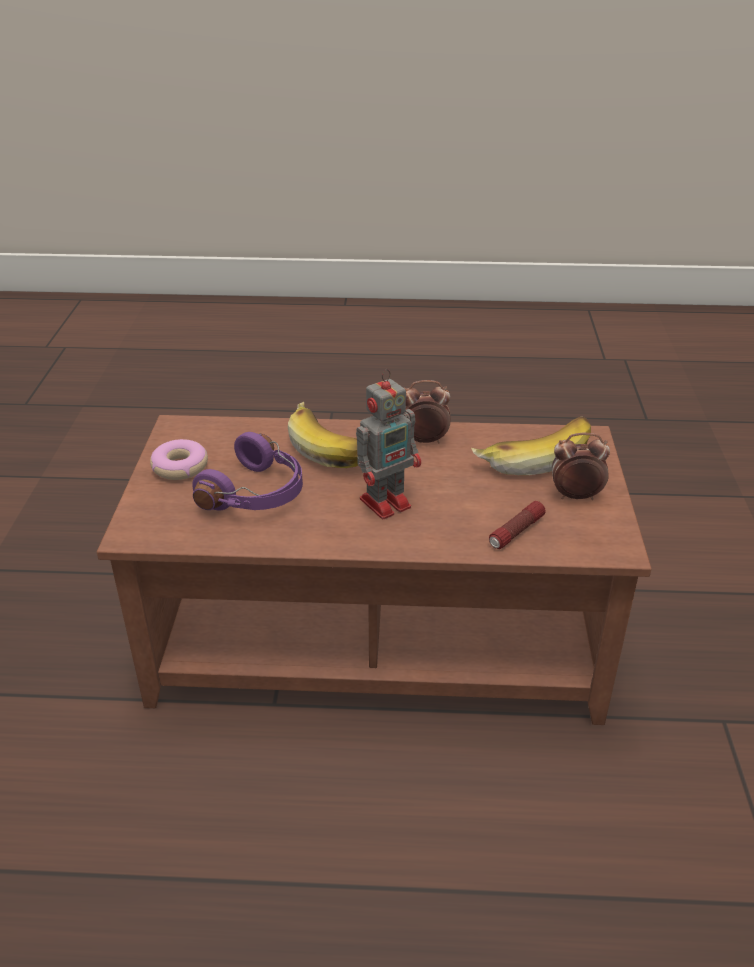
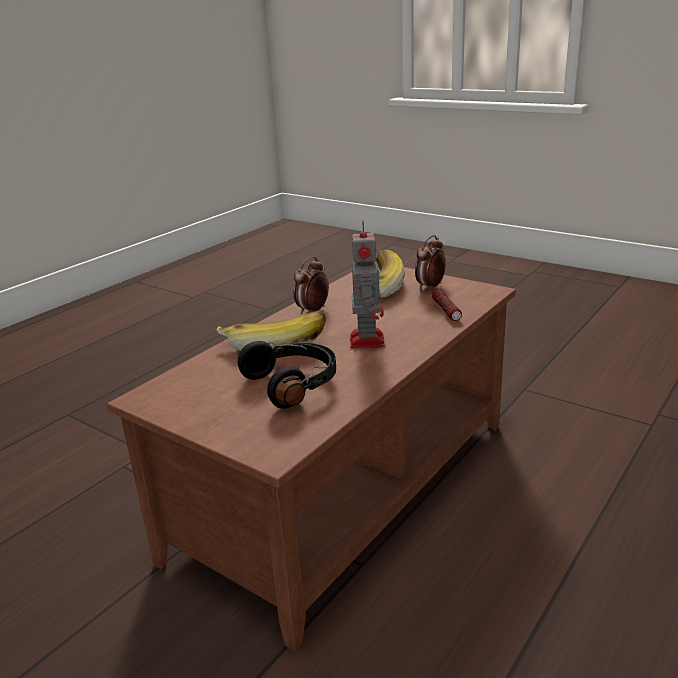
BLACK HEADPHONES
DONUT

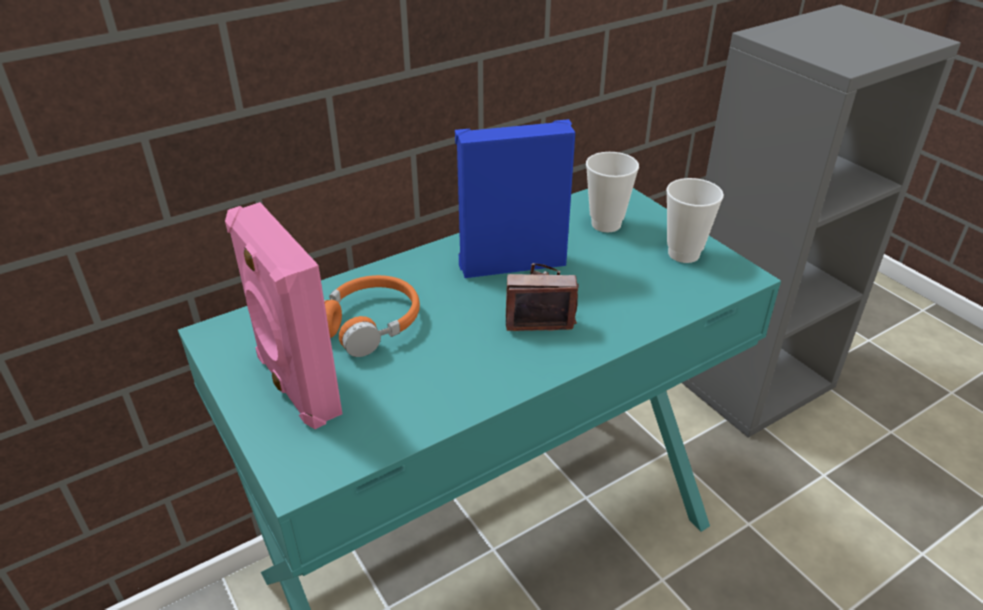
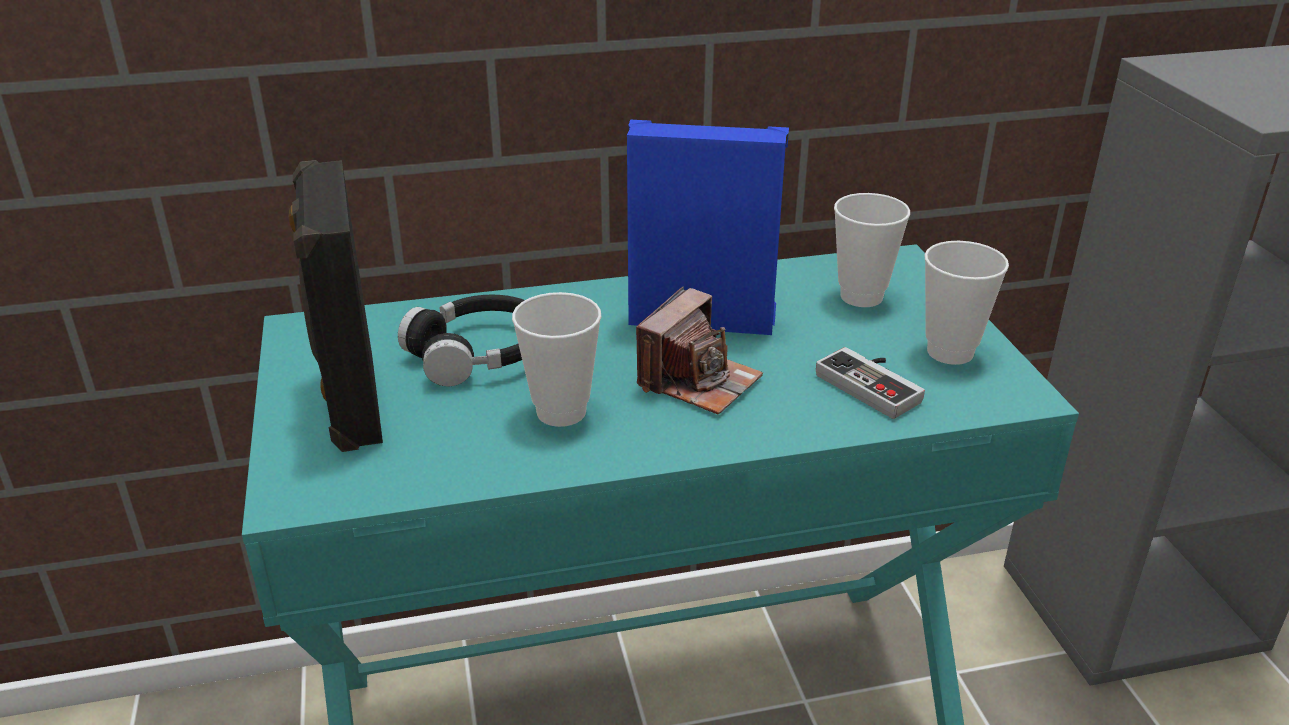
BLACK SPEAKER
PHOTO CAMERA
BLACK HEADPHONES
CUP (1st from left)
GAME CONTROLLER

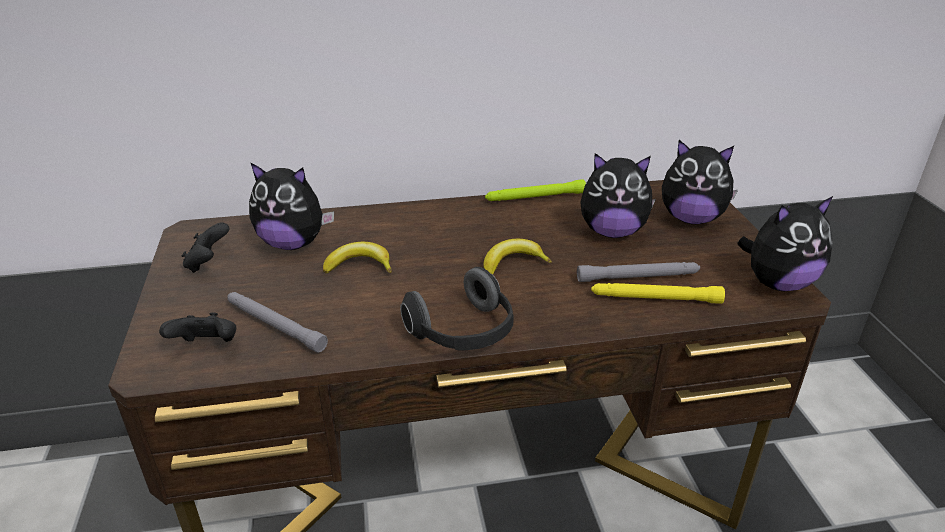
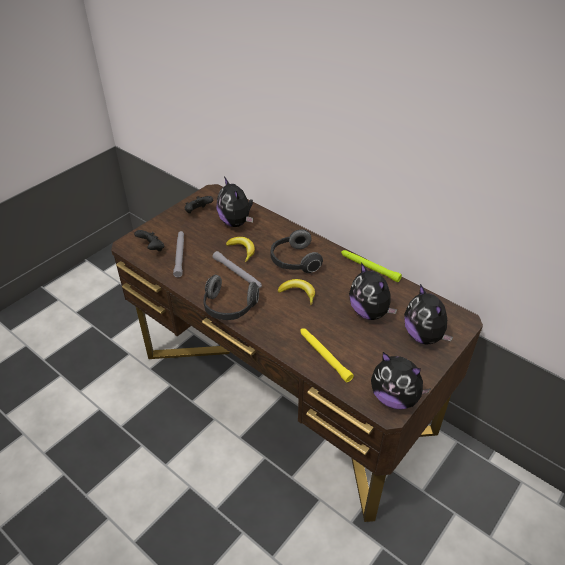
GREY FLASHLIGHT (2nd from left)
HEADPHONES (2nd from left)

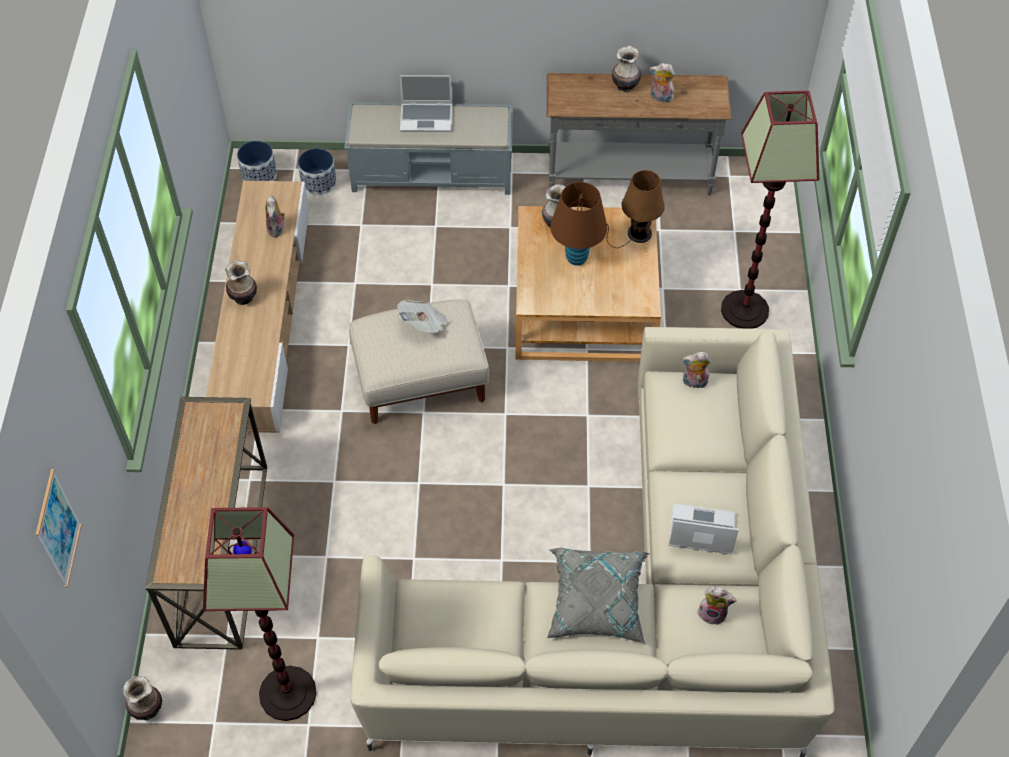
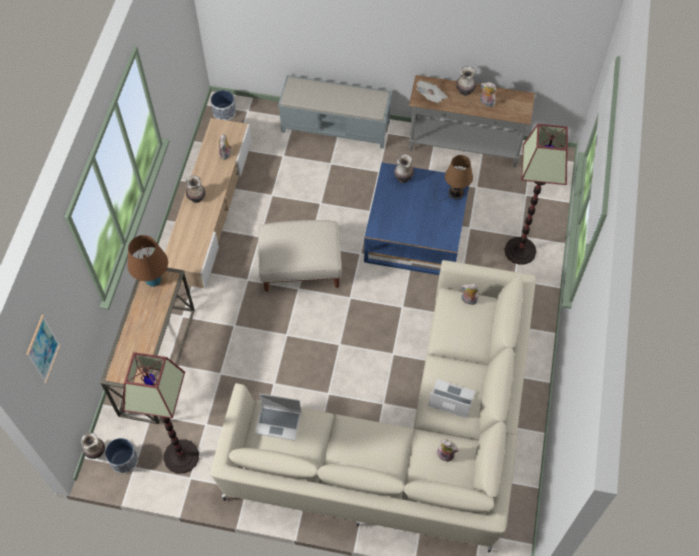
LAPTOP (1st from left)
PLANTER (1st from left)
BROWN TABLE LAMP (1st from left)
BLUE COFFEE TABLE
NEWSPAPER
GREY PILLOW

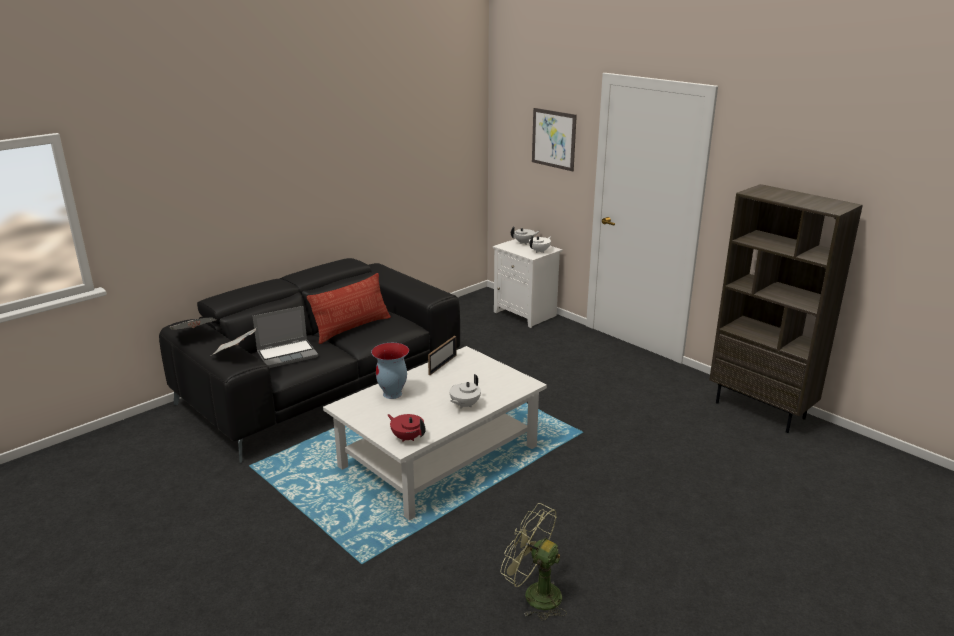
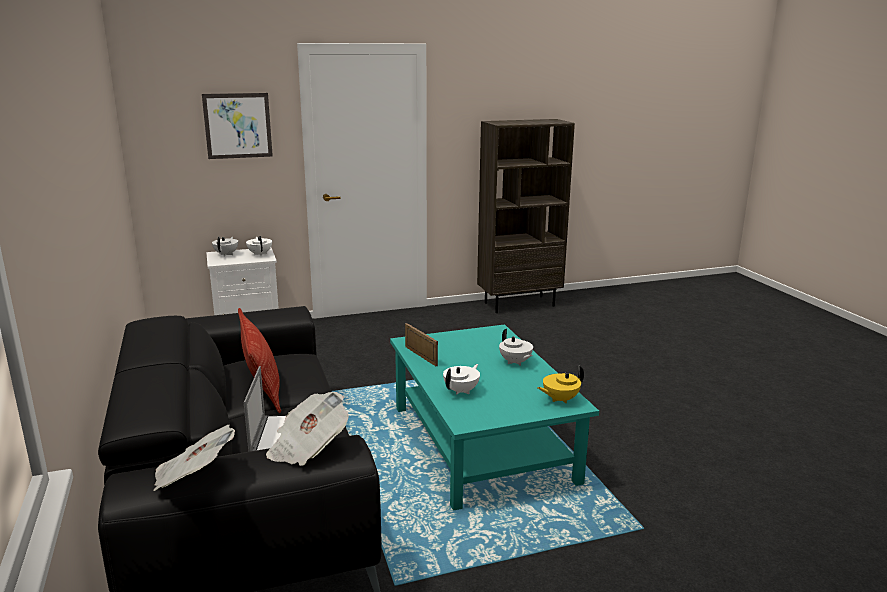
WHITE TEAPOT (3rd from left)
TURQUOISE COFFEE TABLE
YELLOW TEAPOT
GREEN FAN

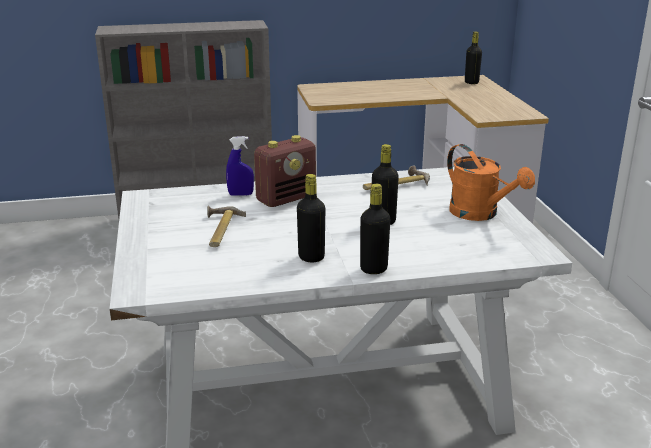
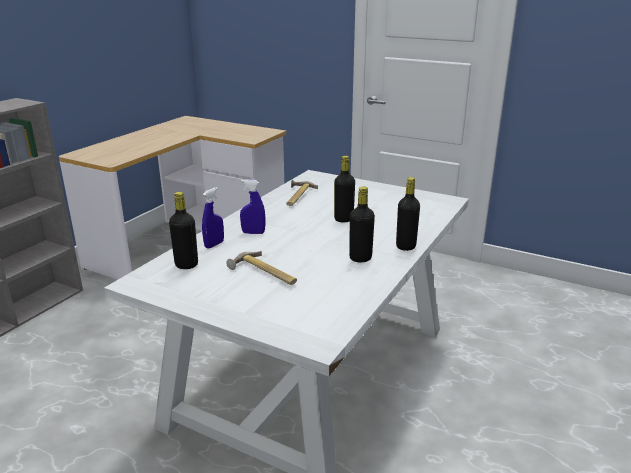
BLACK BOTTLE (1st from left)
BLUE SPRAY BOTTLE (2nd from left)
ORANGE WATERING CAN

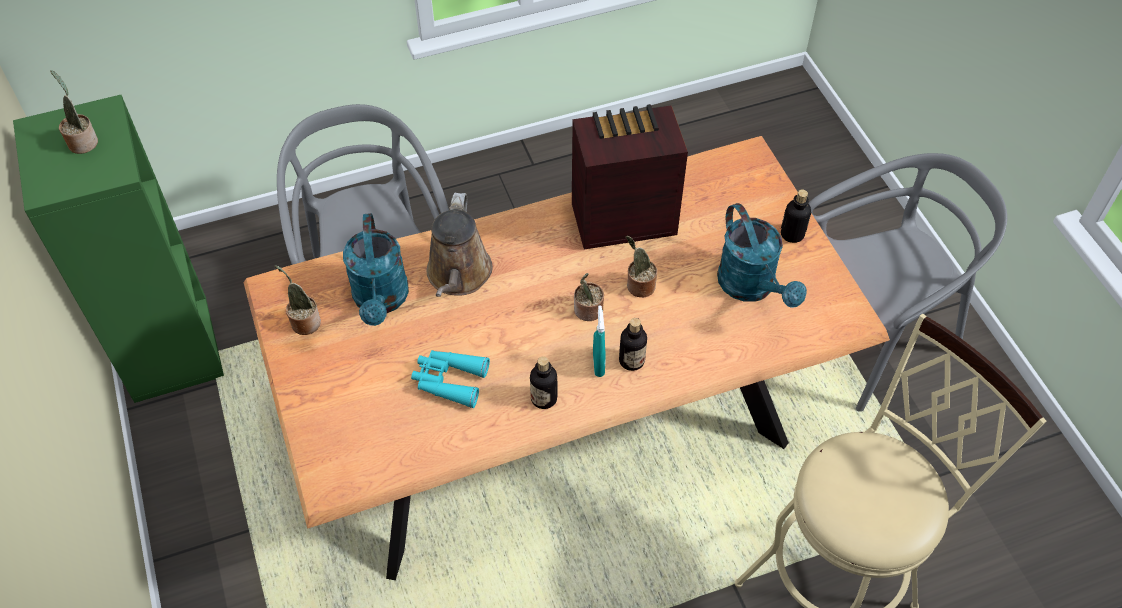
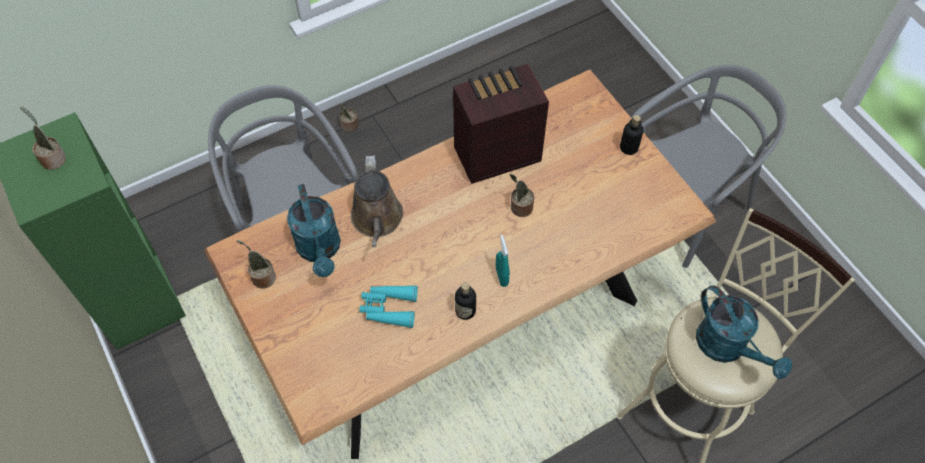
TURQUOISE WATERING CAN (2nd from left)
POTTED PLANT (3rd from left)
BOTTLE (2nd from left in the first image)

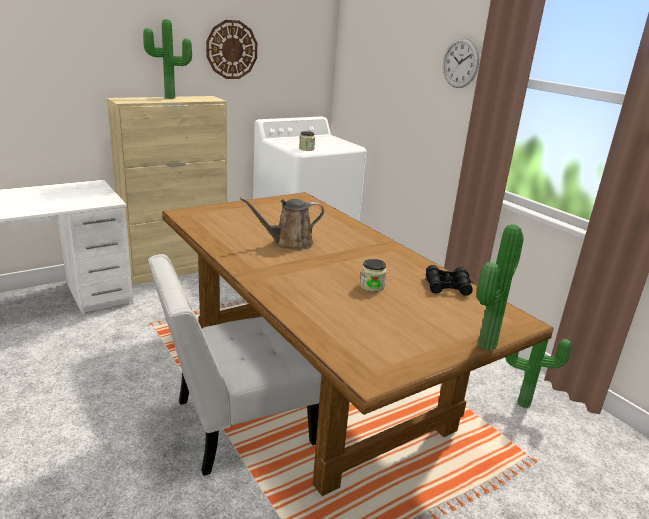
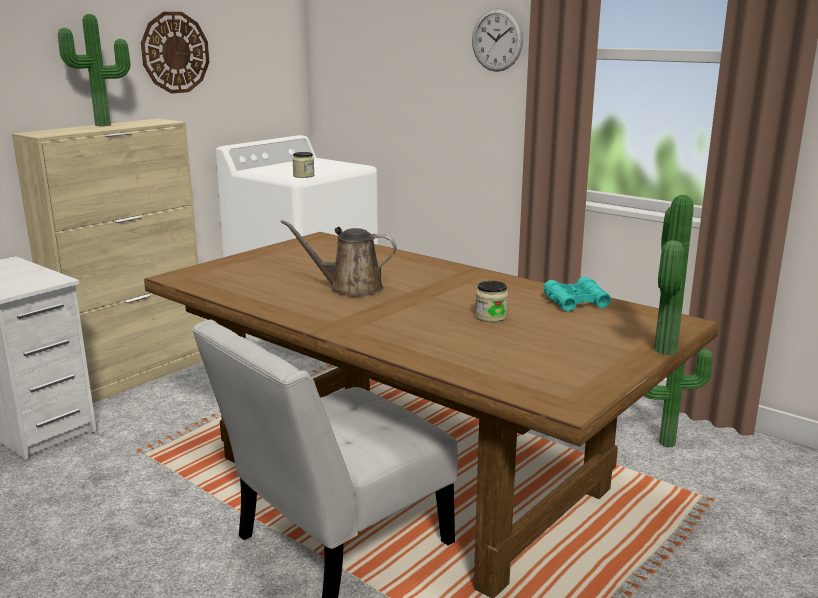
BROWN WATERING CAN
TURQUOISE BINOCULARS

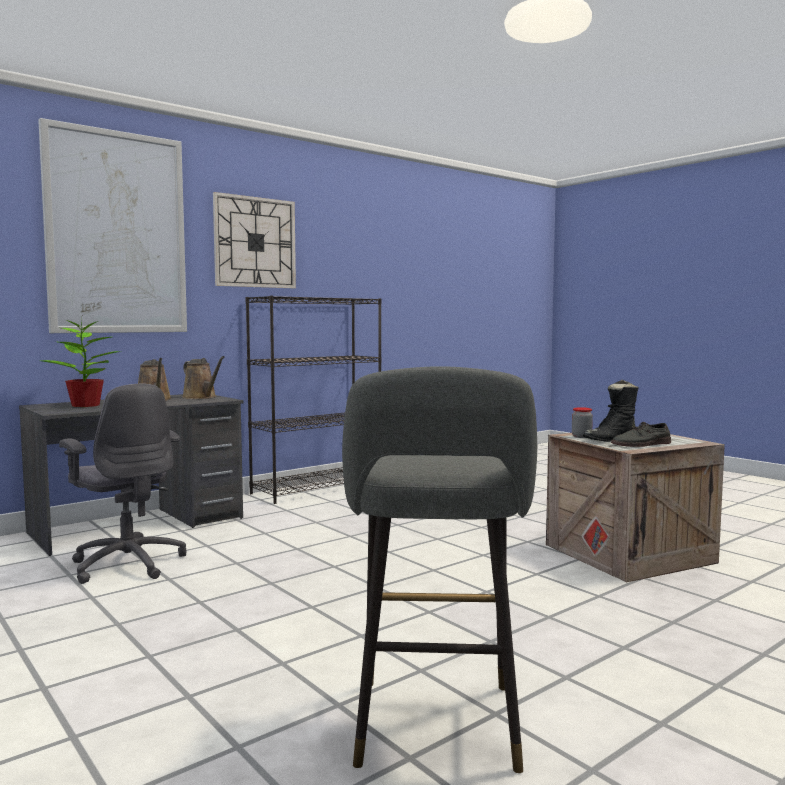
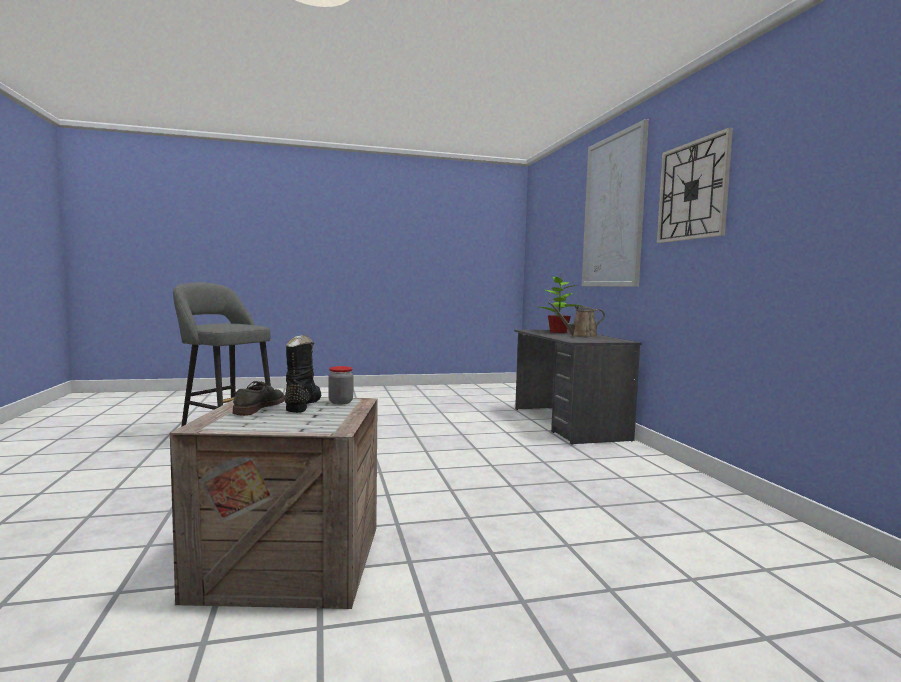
BLACK BOOKCASE
BROWN WATERING CAN (2nd from left in the first image)
GREY OFFICE CHAIR

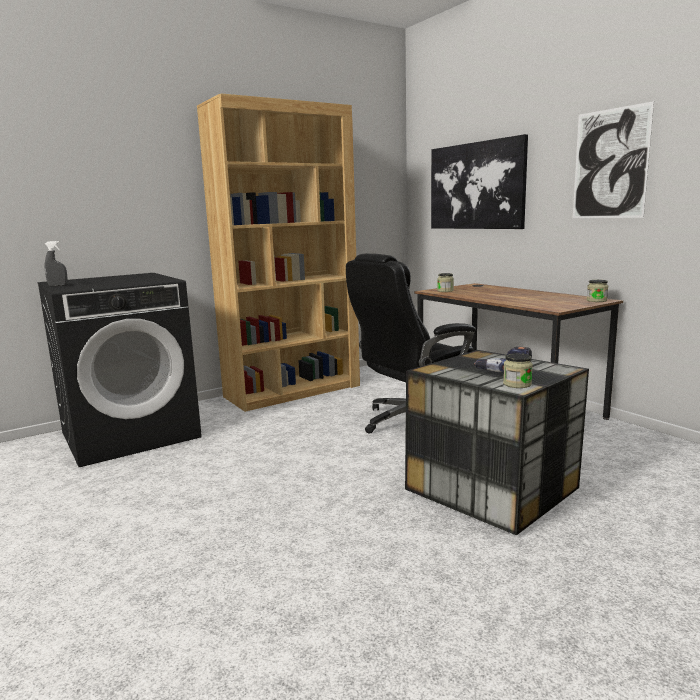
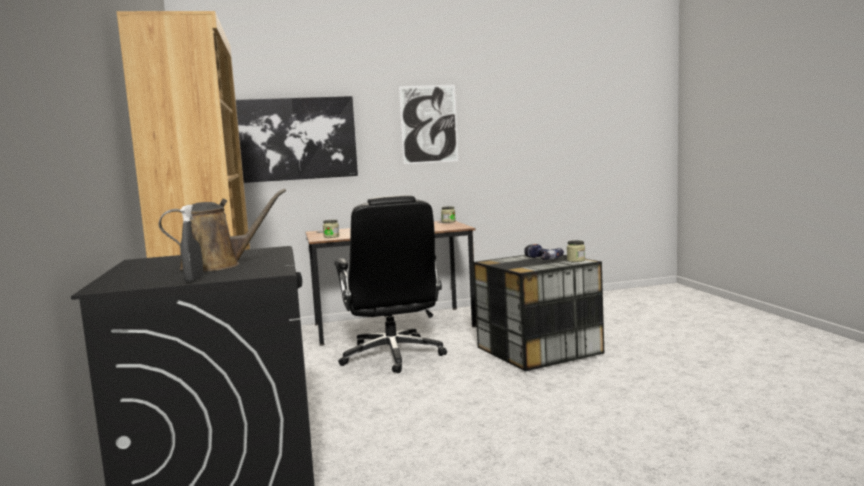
BROWN WATERING CAN

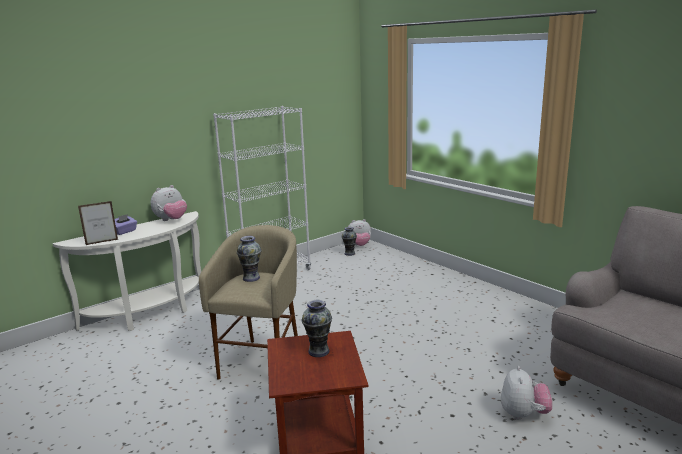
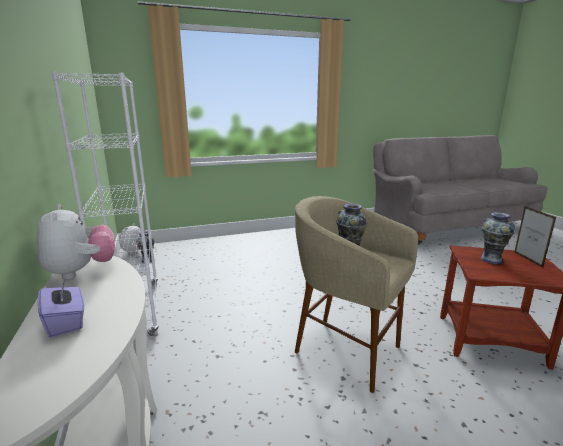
PICTURE FRAME
PLUSH TOY (3rd from left in the first image)

